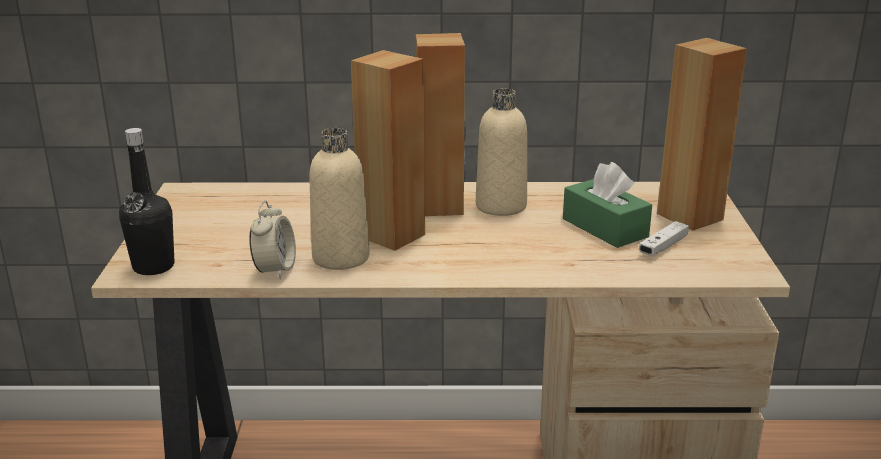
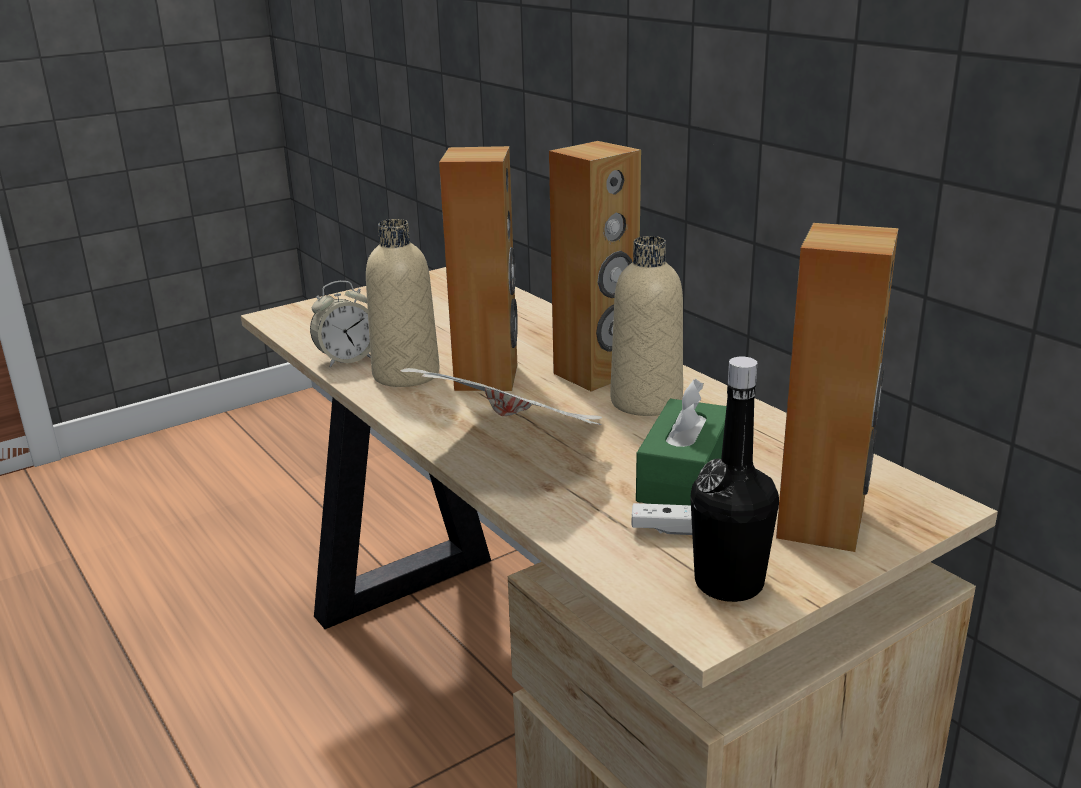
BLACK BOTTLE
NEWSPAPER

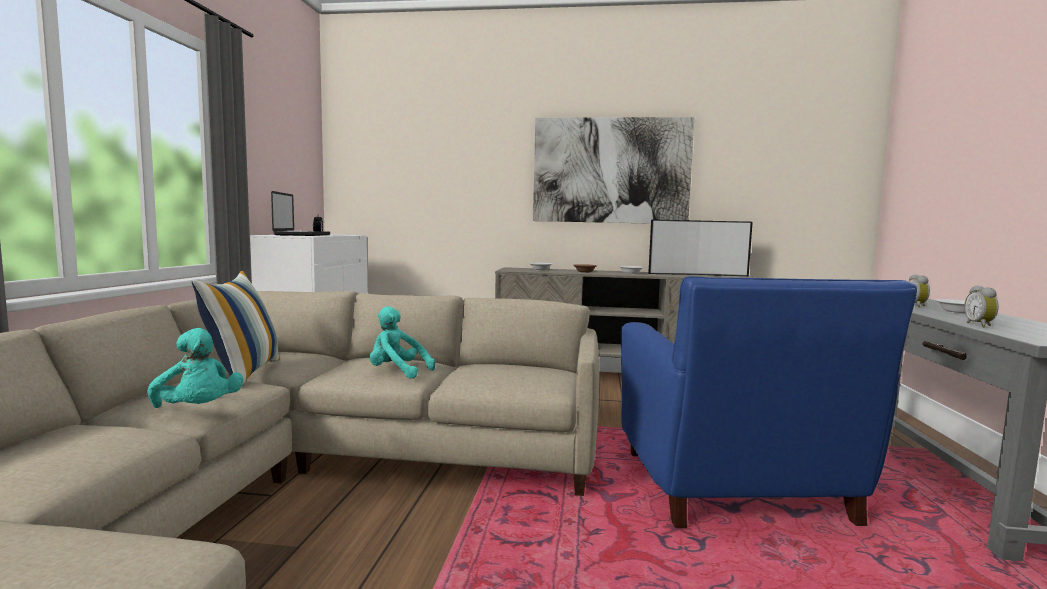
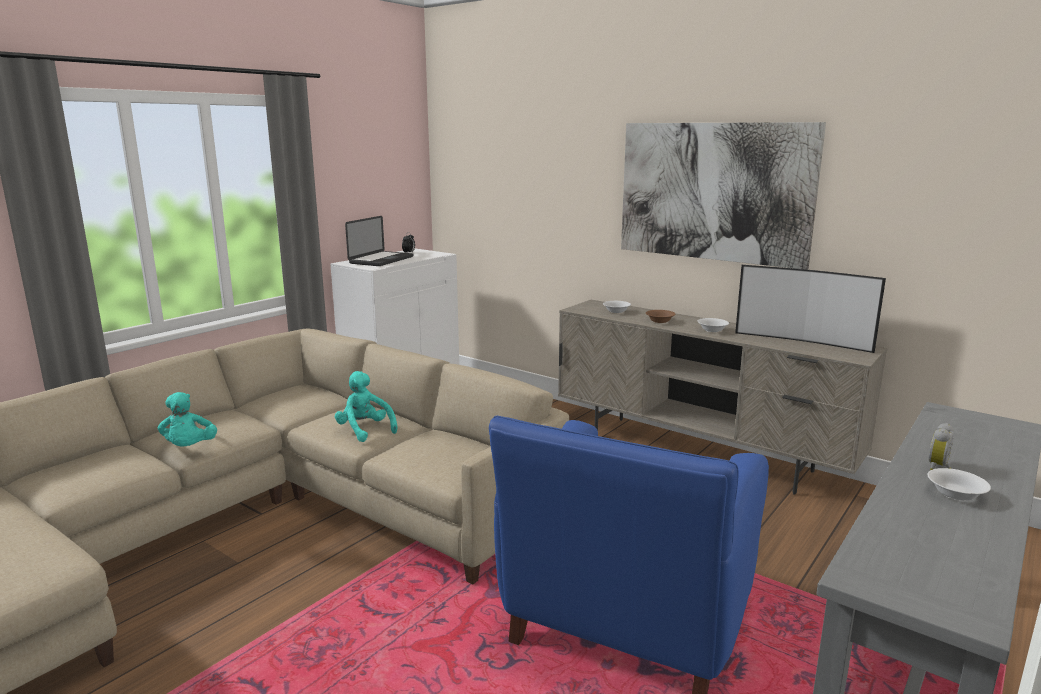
PILLOW
ALARM CLOCK (3rd from left in the first image)

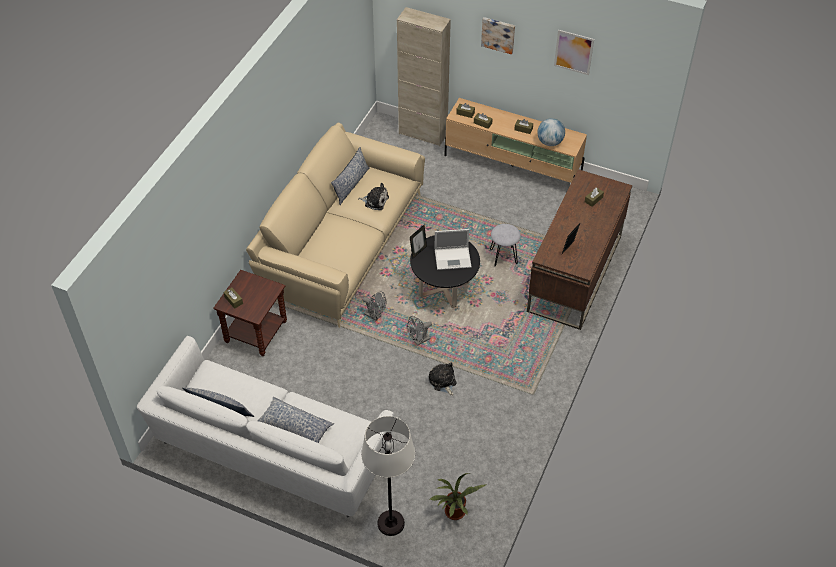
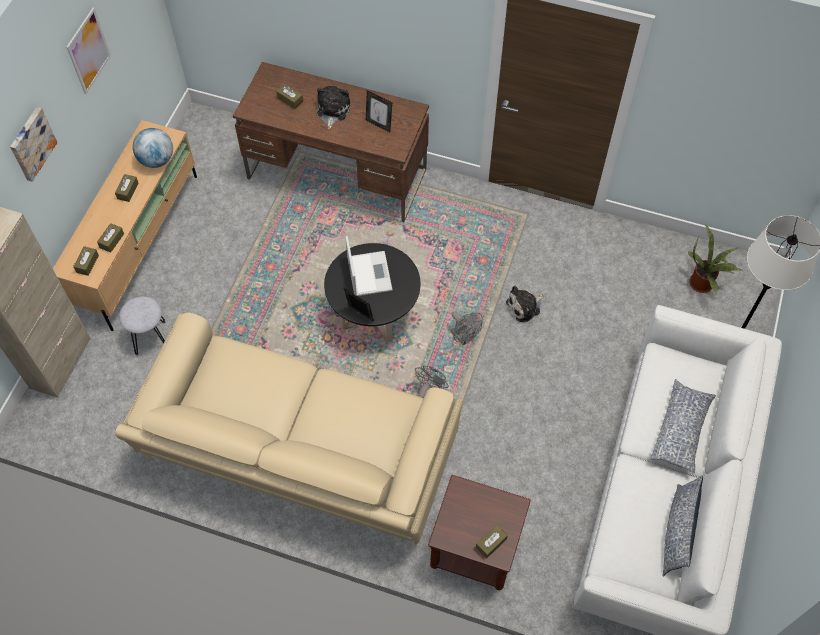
PILLOW (3rd from left in the first image)
PLUSH TOY (1st from left)
GREY STOOL

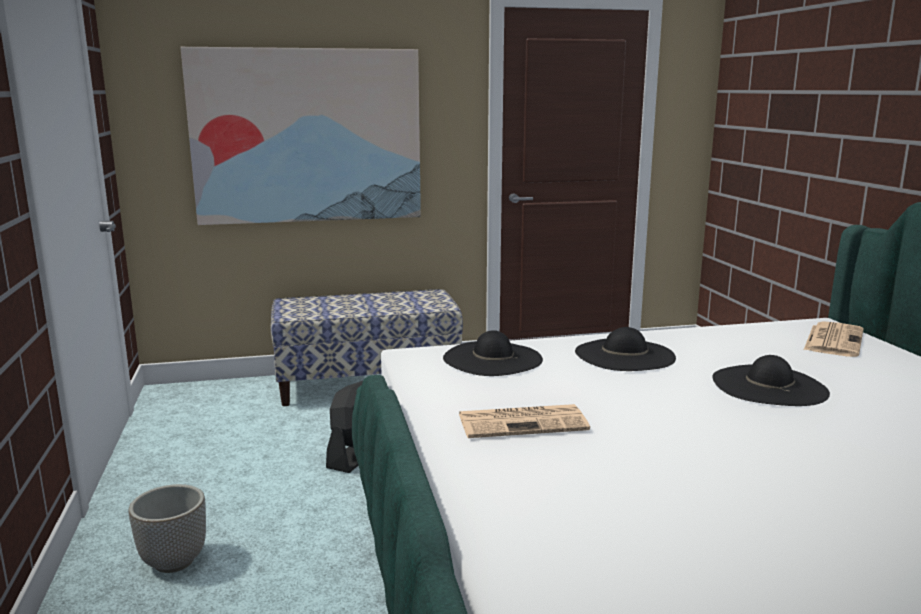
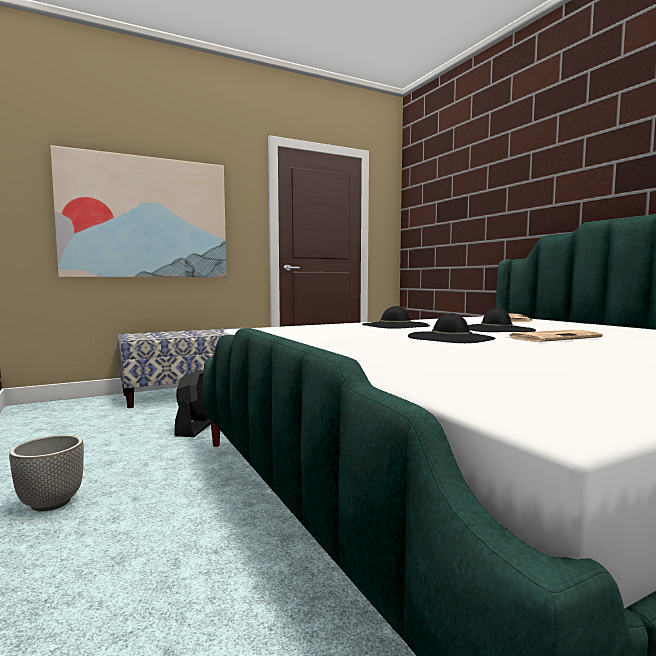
BLACK HAT (2nd from left)
NEWSPAPER (2nd from left)

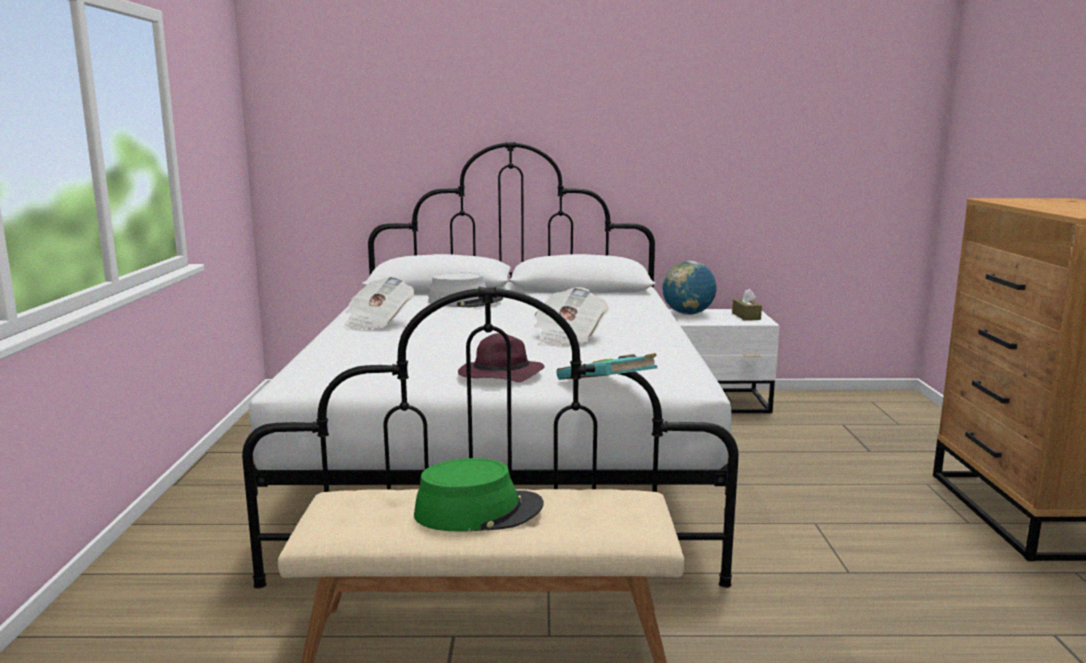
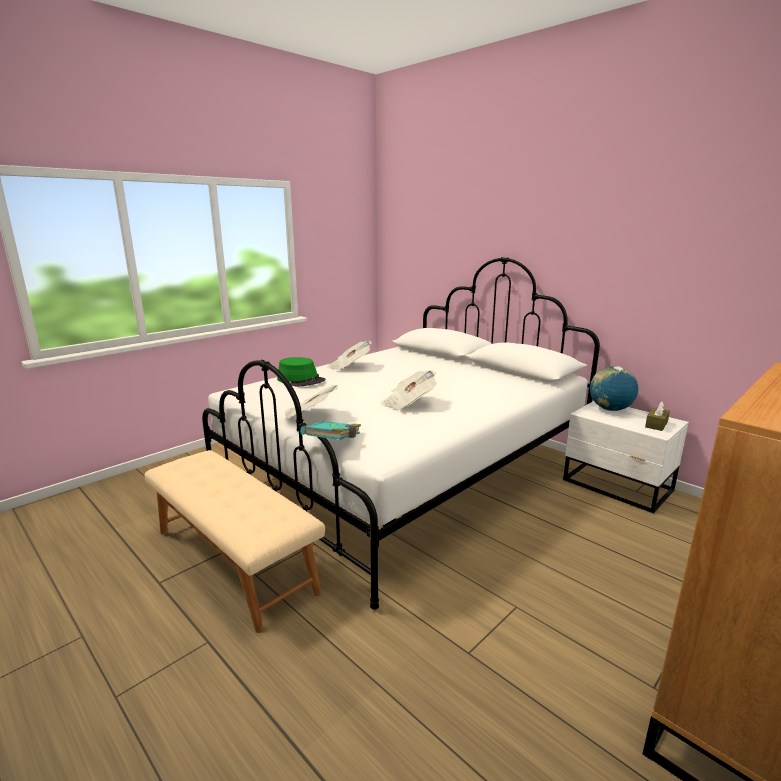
GREY HAT
NEWSPAPER (1st from left)
GREEN HAT

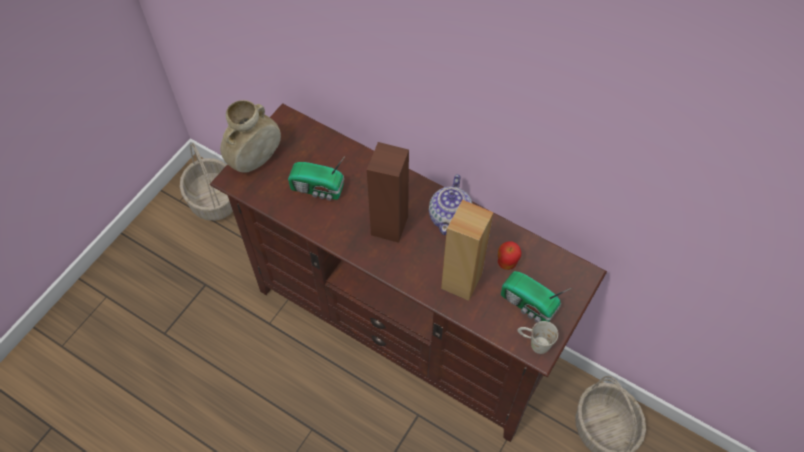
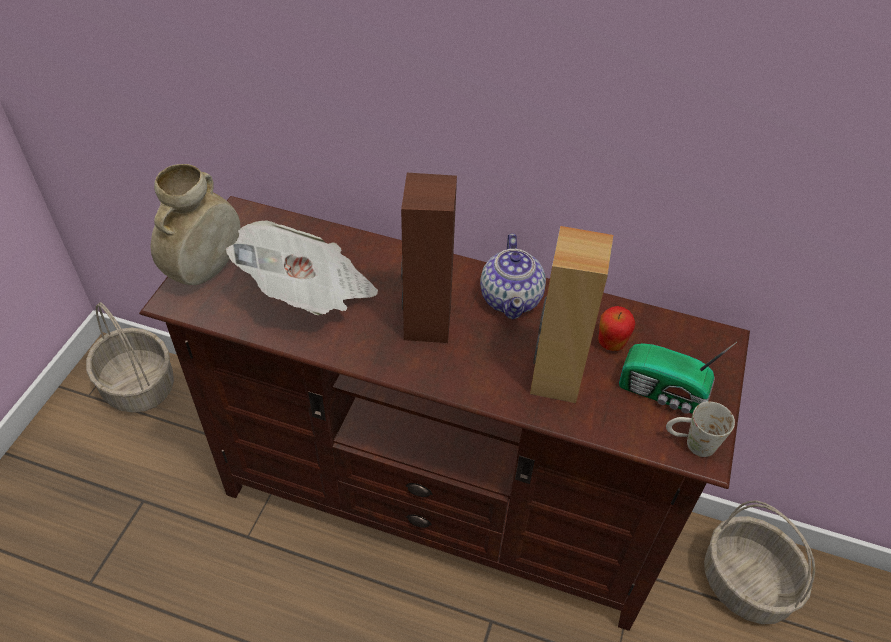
NEWSPAPER

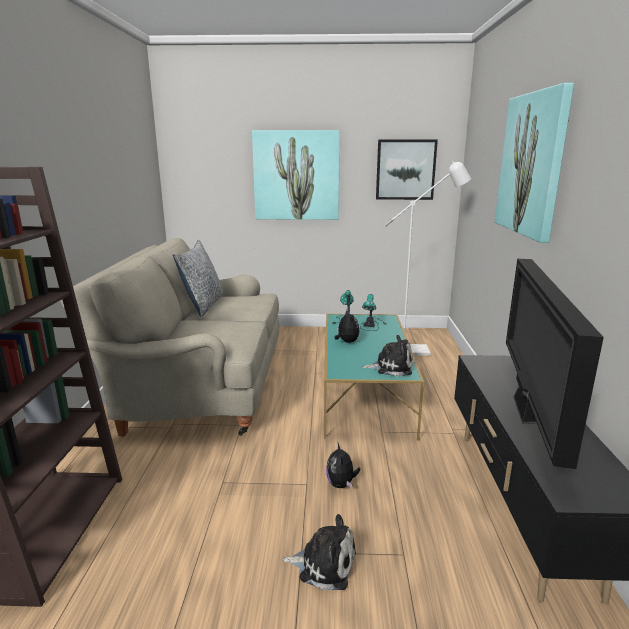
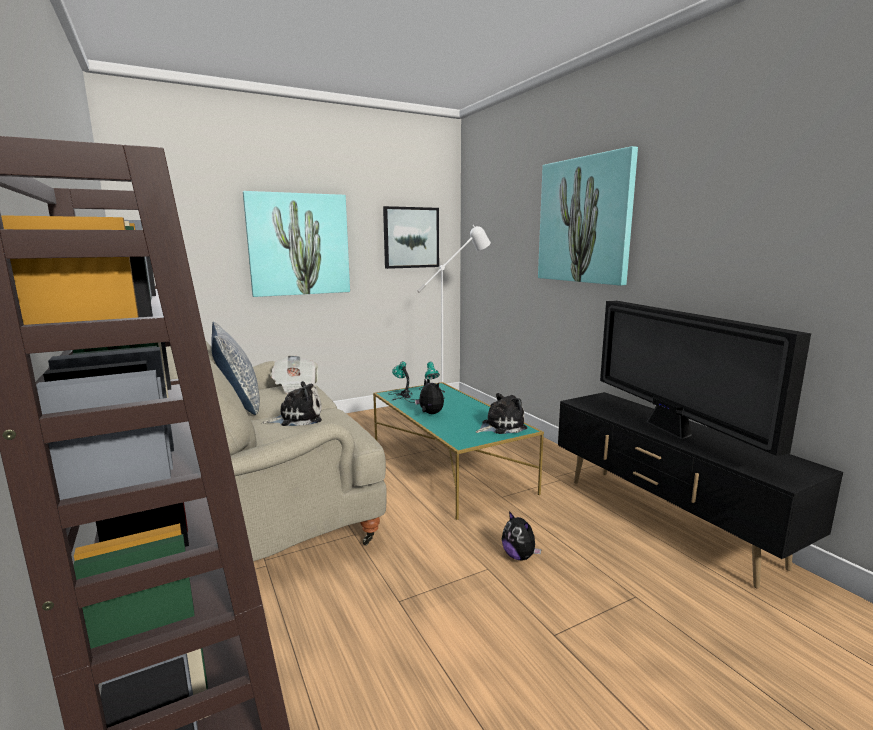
PLUSH TOY (1st from left)
NEWSPAPER

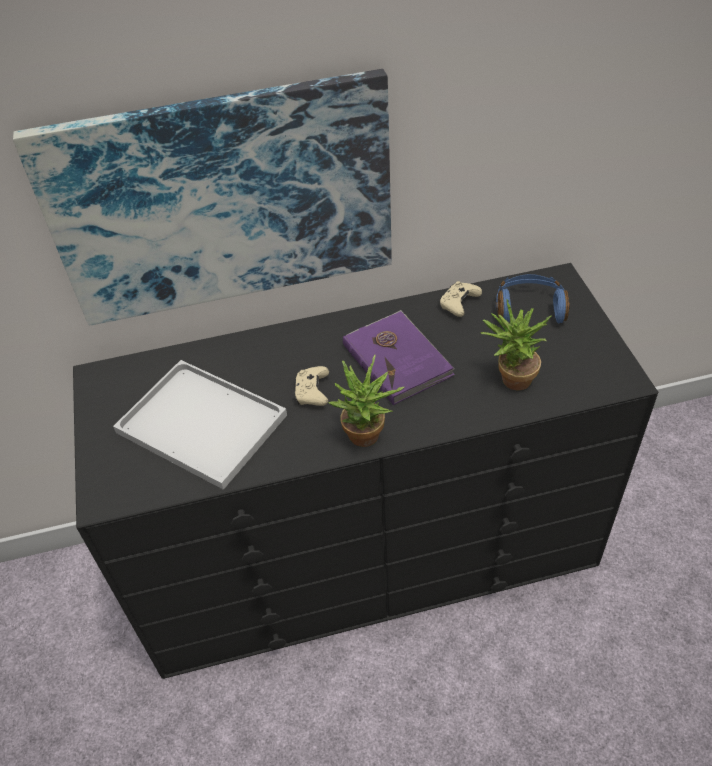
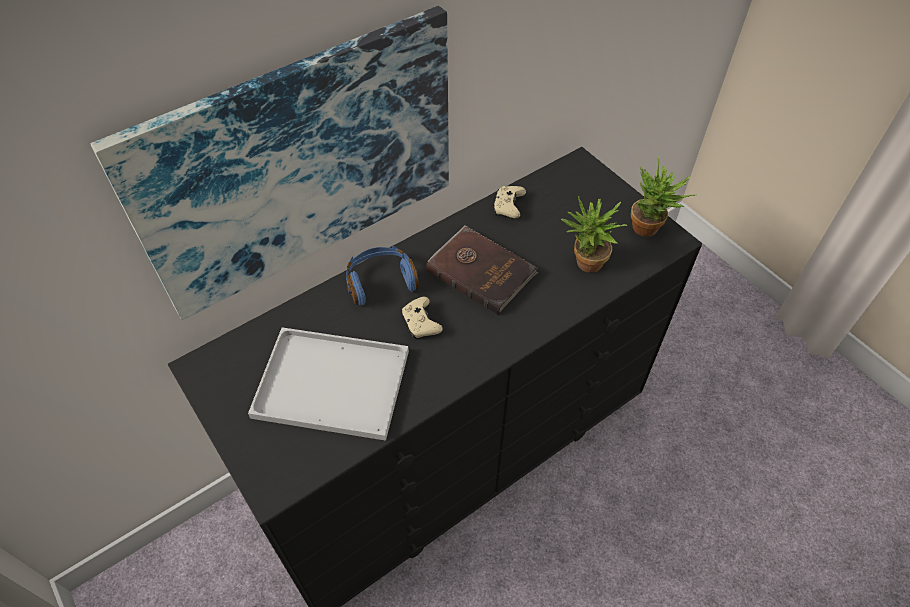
BLUE HEADPHONES
BROWN BOOK
POTTED PLANT (2nd from left)

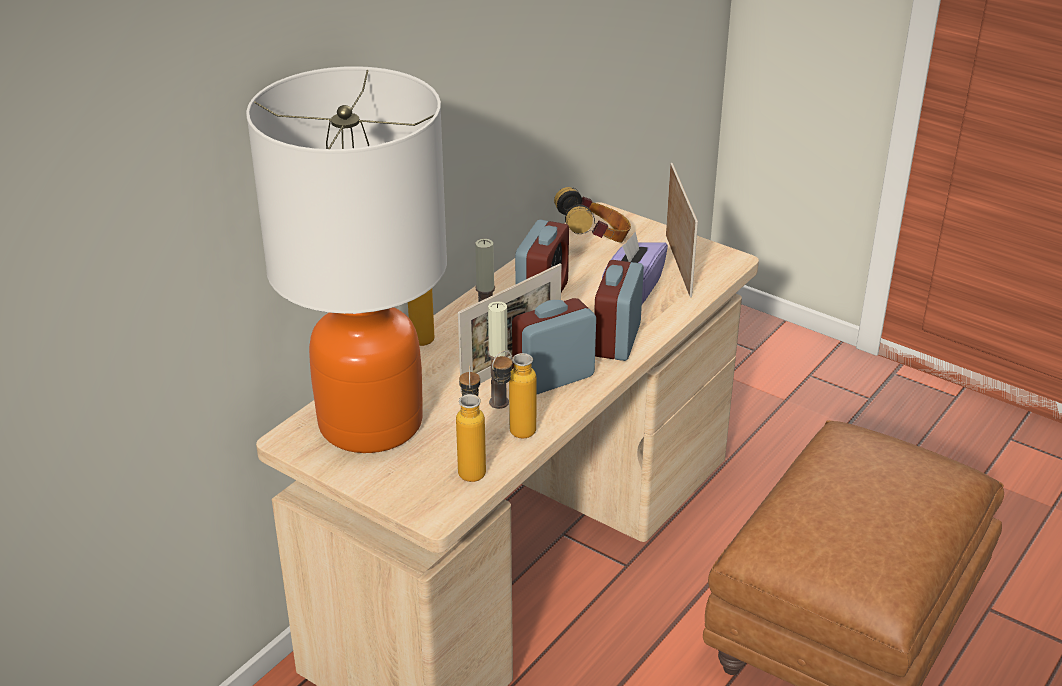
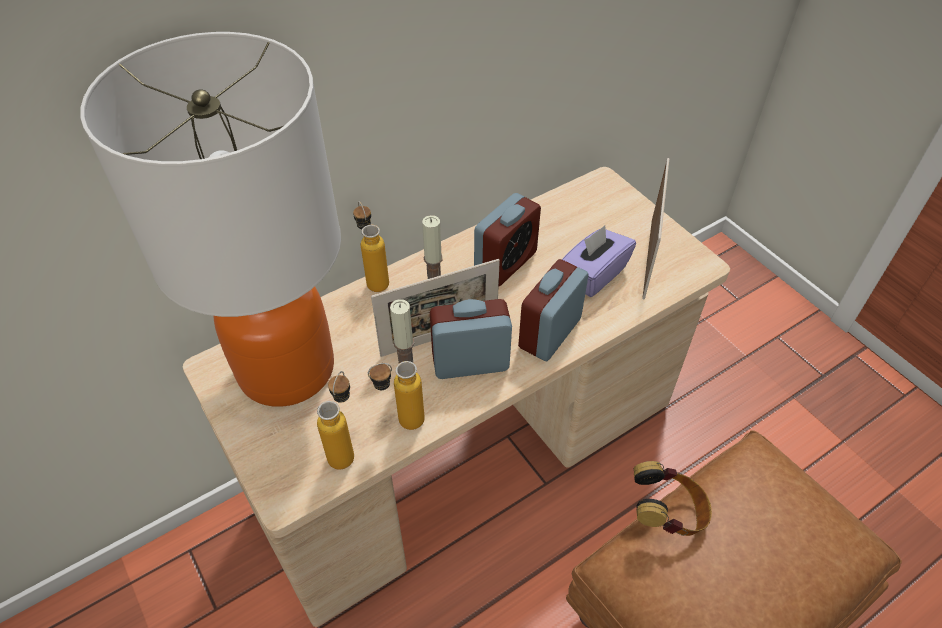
HEADPHONES

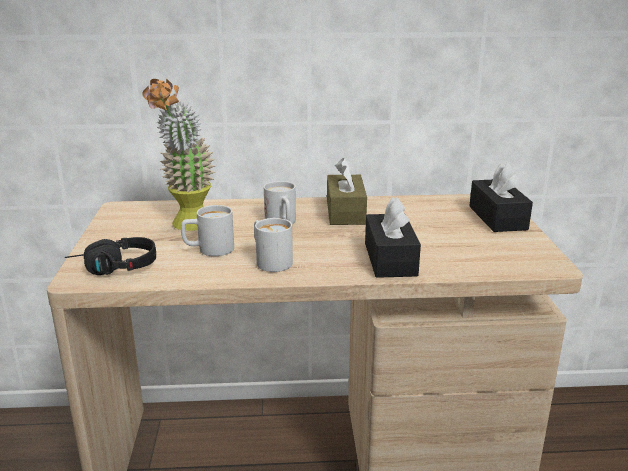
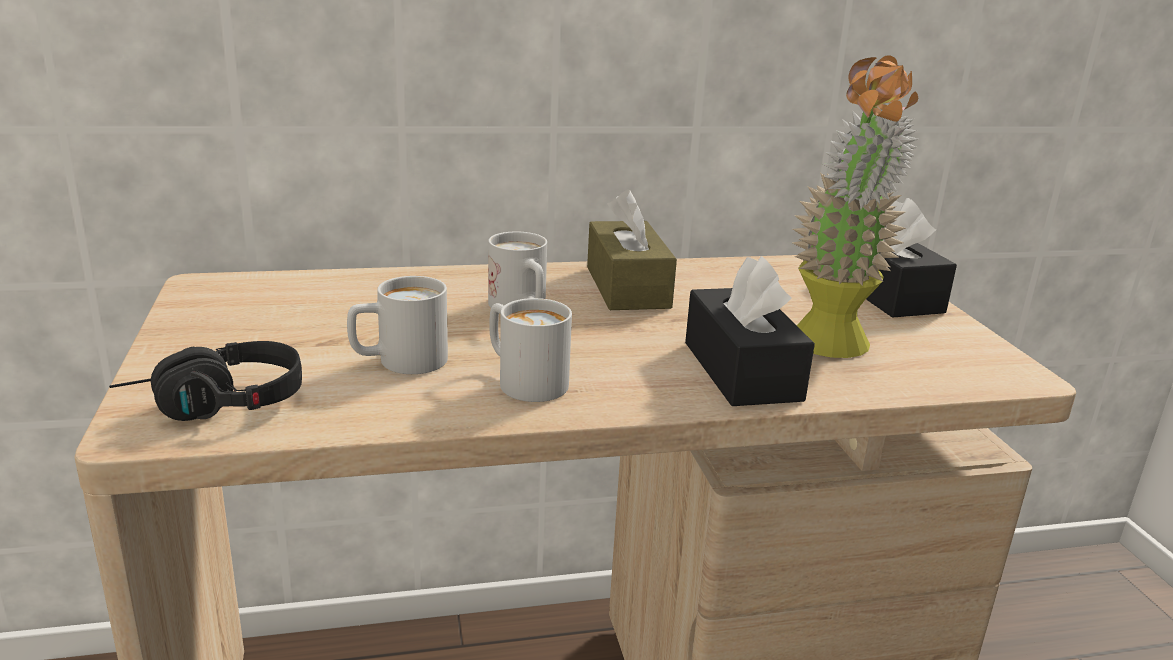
POTTED PLANT

